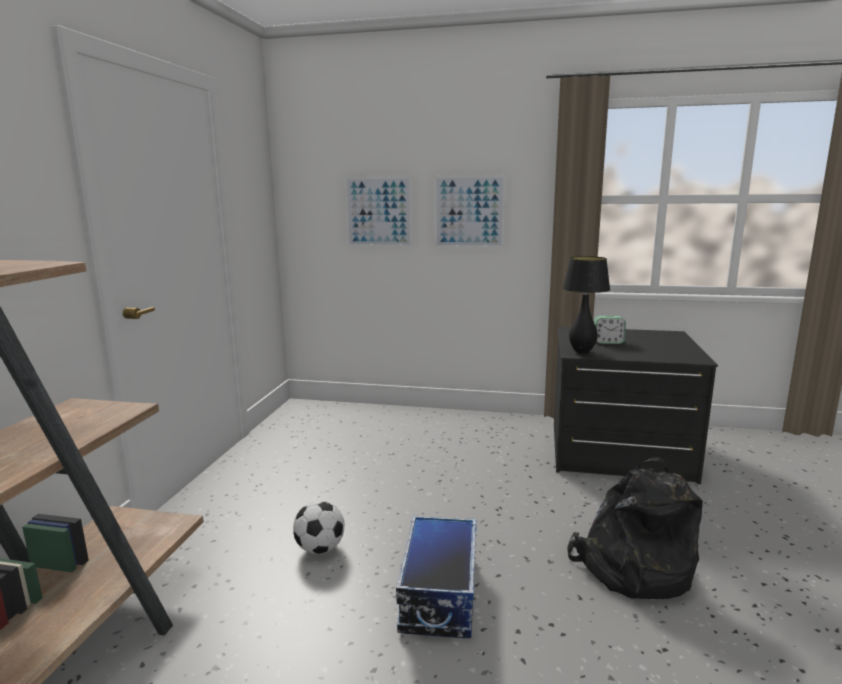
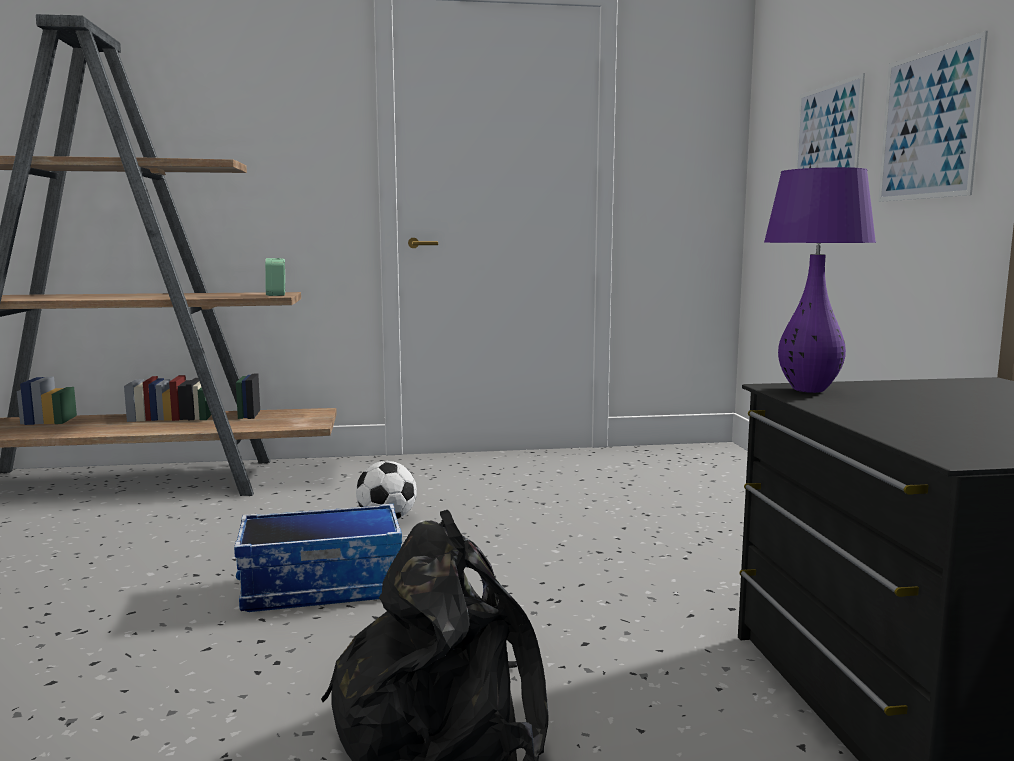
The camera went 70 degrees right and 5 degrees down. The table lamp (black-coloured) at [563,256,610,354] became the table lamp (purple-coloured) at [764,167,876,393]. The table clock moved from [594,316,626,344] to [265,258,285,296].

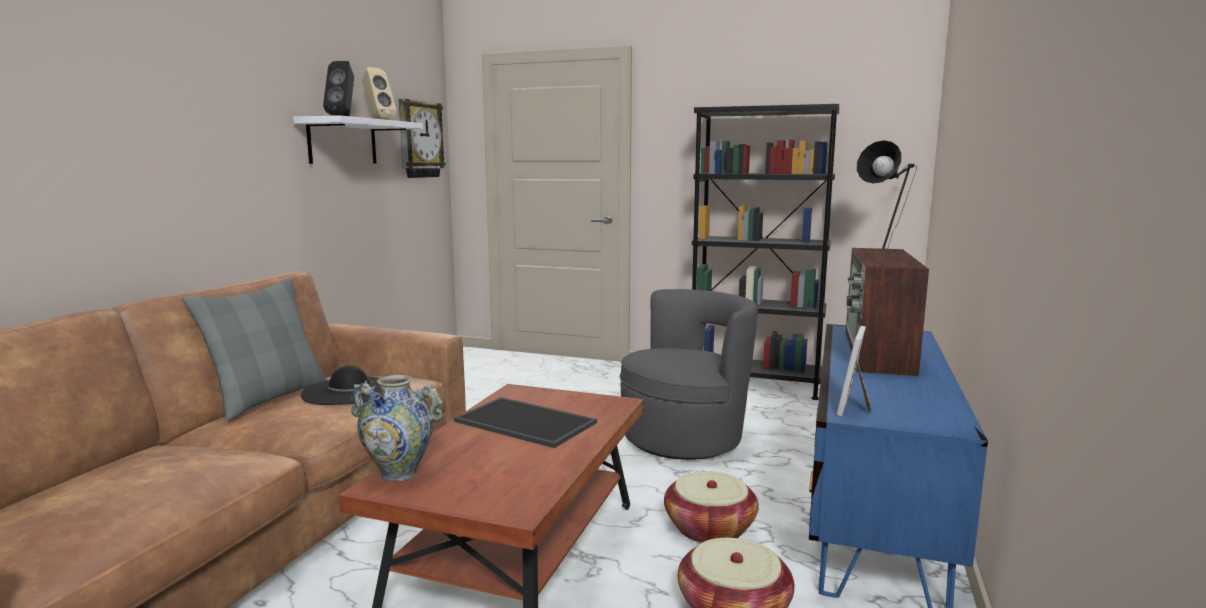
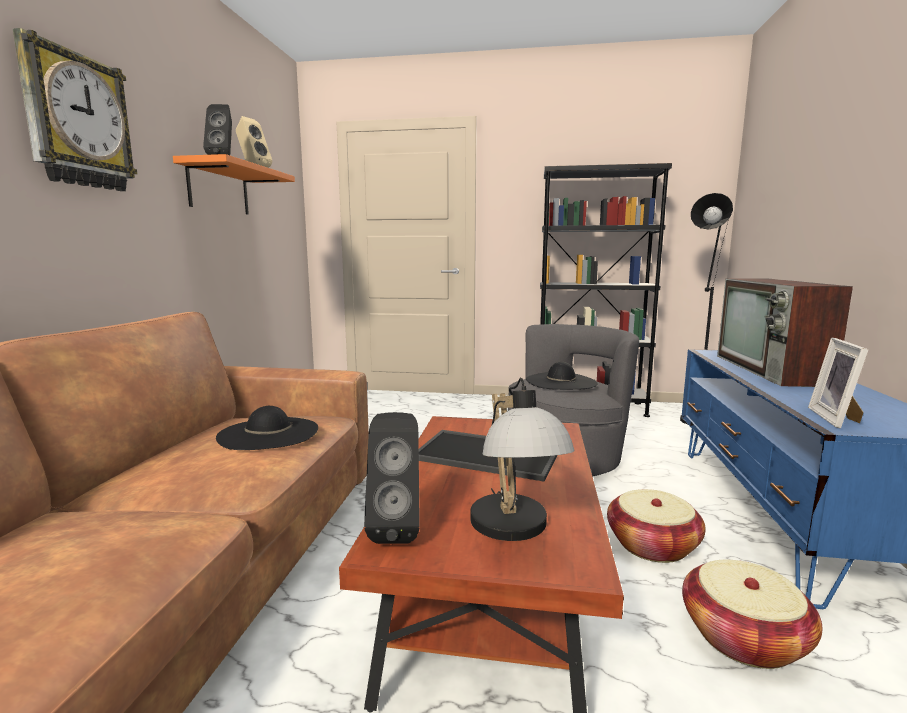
The camera went 10 degrees left and 0 degrees up. The pillow (grey) at [182,278,327,421] disappeared. The wall shelf (whitish) at [293,115,423,164] became the wall shelf (orangey) at [173,154,295,214]. The flower vase at [351,375,443,481] was replaced by the audio speaker (black-coloured) at [364,412,420,544]. The wall clock moved from [398,99,446,178] to [13,28,137,191]. The table lamp at [470,378,575,541] appeared. The wearable hat (black-coloured) at [526,362,598,390] appeared.

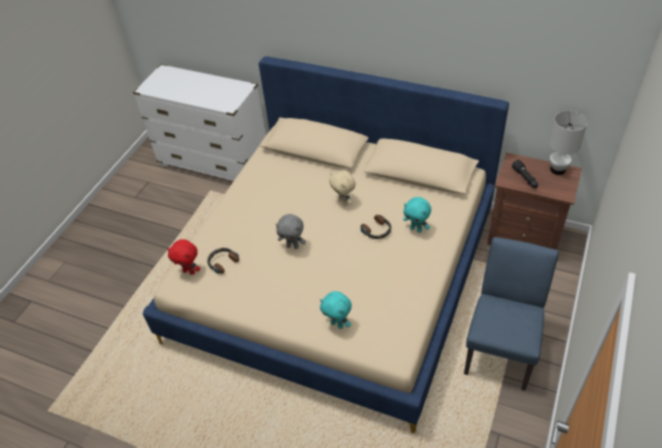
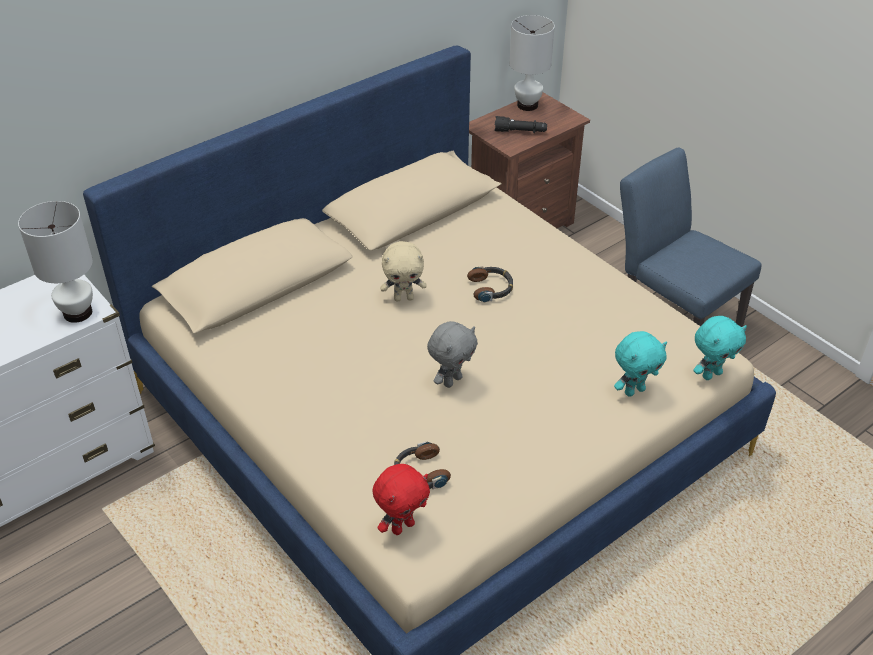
The camera went 65 degrees left and 5 degrees down. The plush toy (turquoise-coloured) moved from [403,197,431,233] to [693,316,747,380]. The table lamp (whitish) at [18,201,93,323] appeared.

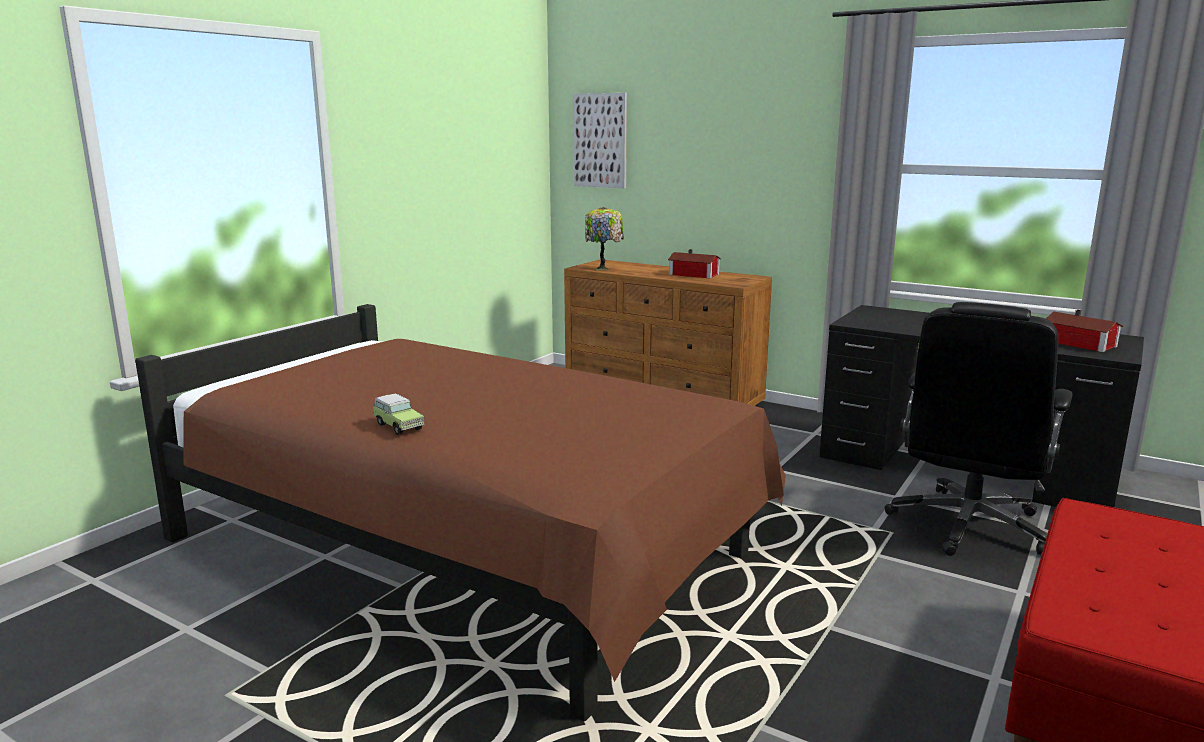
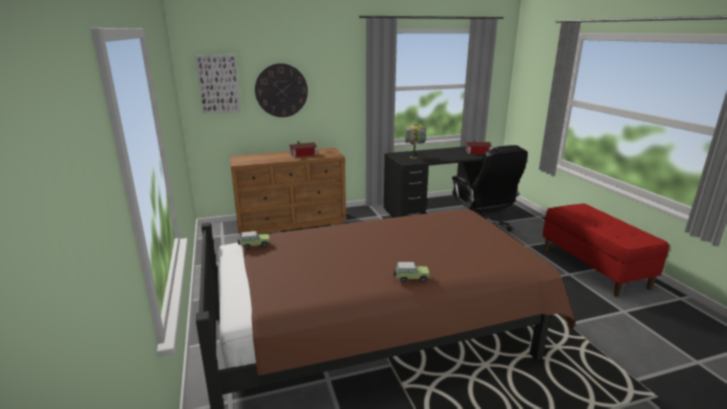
The camera went 50 degrees left and 5 degrees up. The table lamp moved from [585,207,624,271] to [405,124,426,159]. The model car at [238,231,270,249] appeared. The wall clock at [255,63,308,117] appeared.

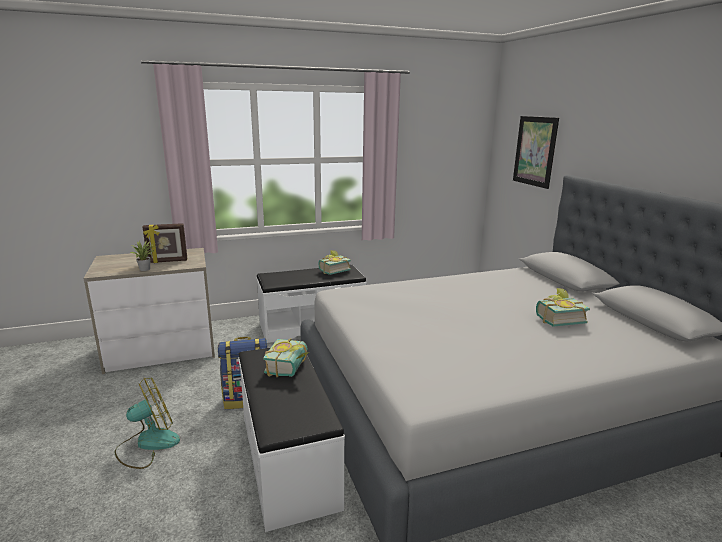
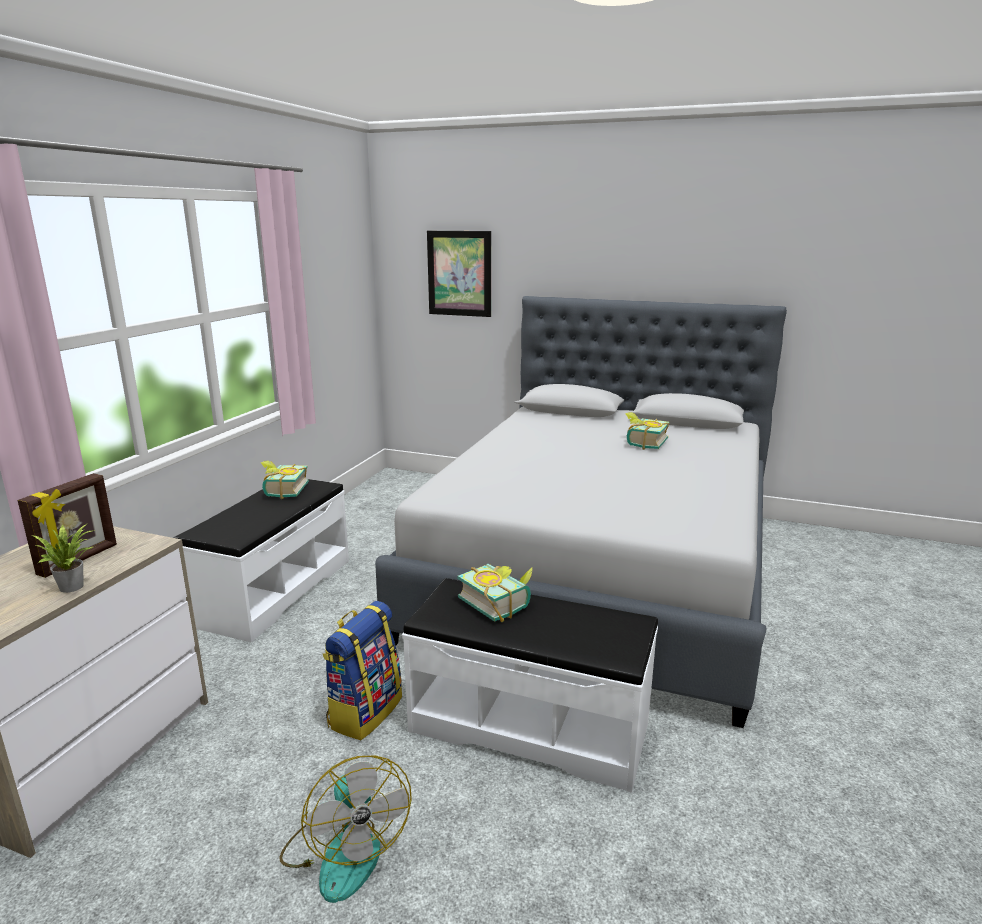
The camera went 50 degrees left and 0 degrees up. The fan at [114,377,180,469] turned 150 degrees clockwise.

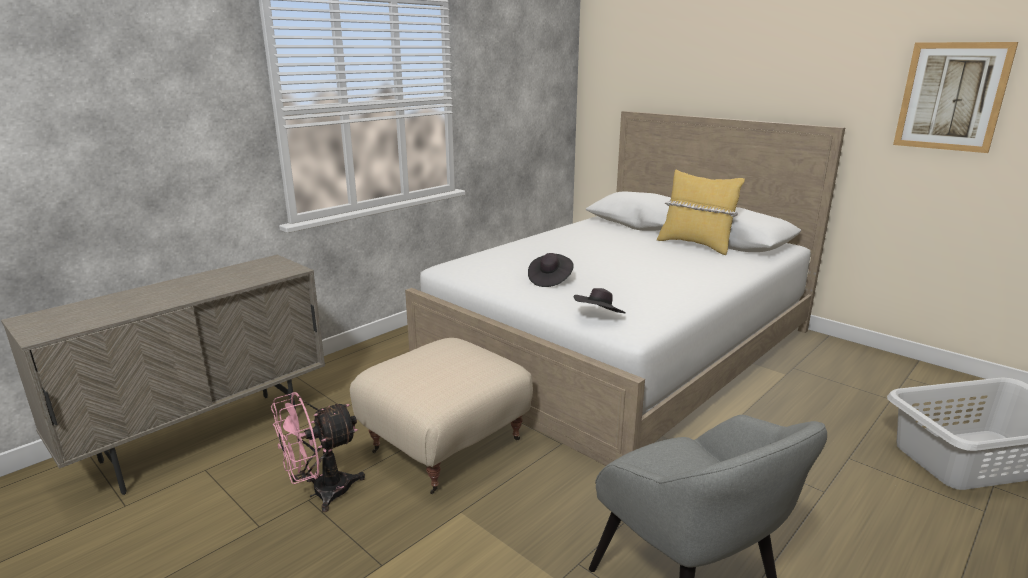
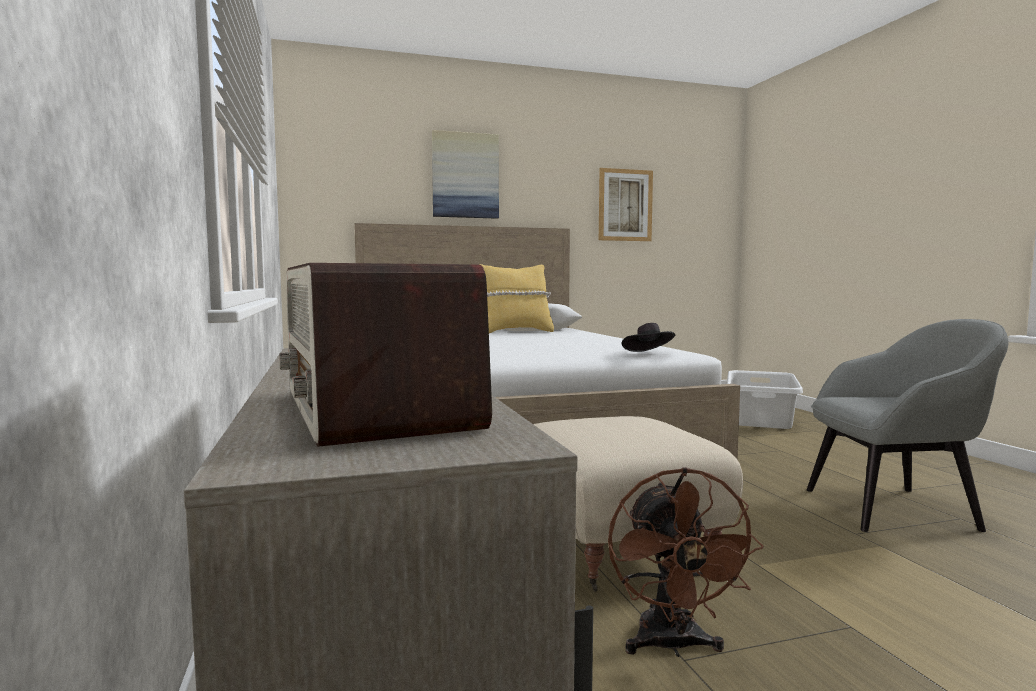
The camera went 60 degrees left and 15 degrees down. The fan (pinkish) at [271,392,365,512] became the fan (brownish) at [608,467,764,657]. The wearable hat (black-coloured) at [528,253,574,287] disappeared. The radio at [279,263,492,447] appeared. The picture at [432,130,499,219] appeared.

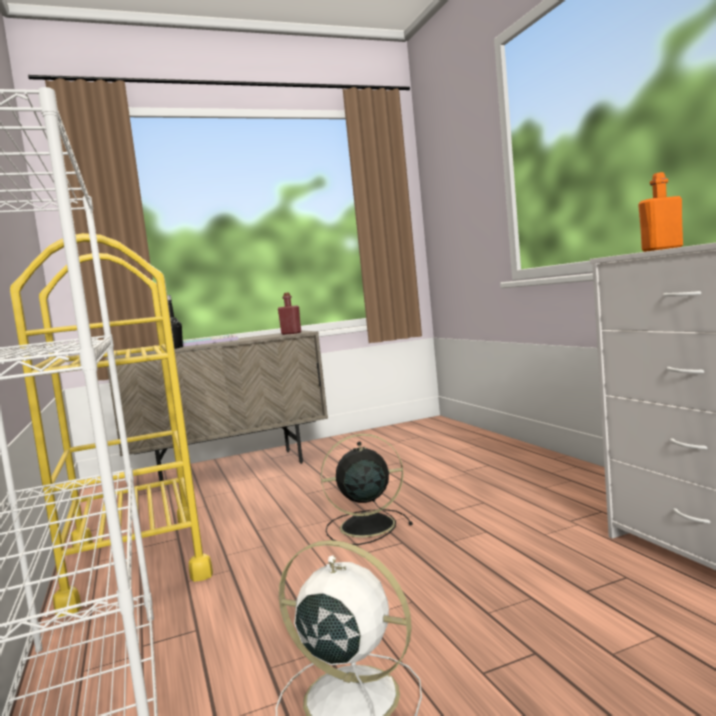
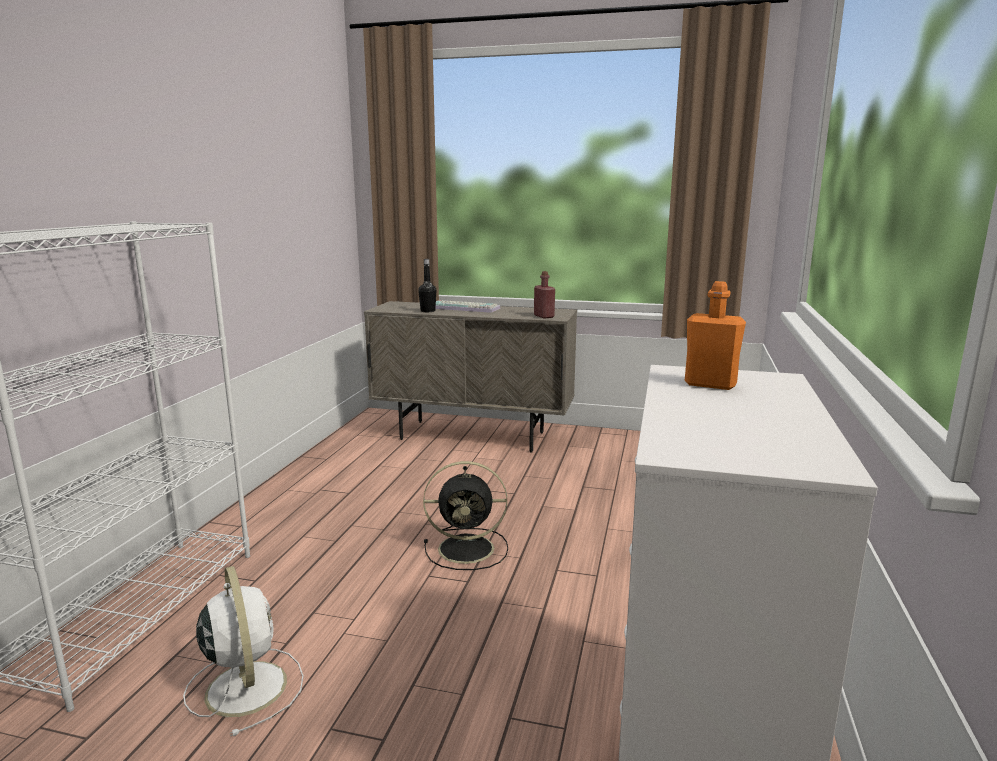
The camera went 35 degrees right and 10 degrees up. The wheeled cart (yellowish) at [10,233,213,617] disappeared. The fan (black-coloured) at [321,434,413,545] turned 150 degrees clockwise.

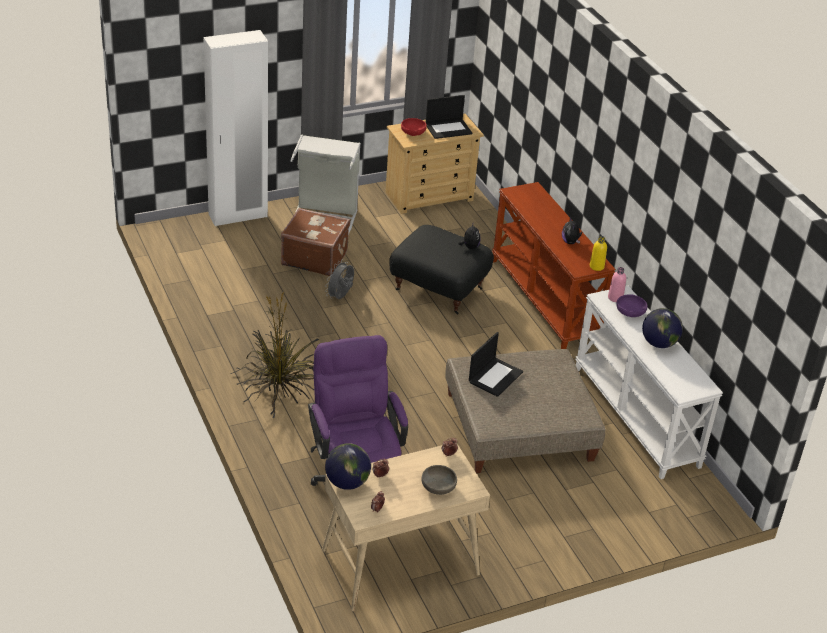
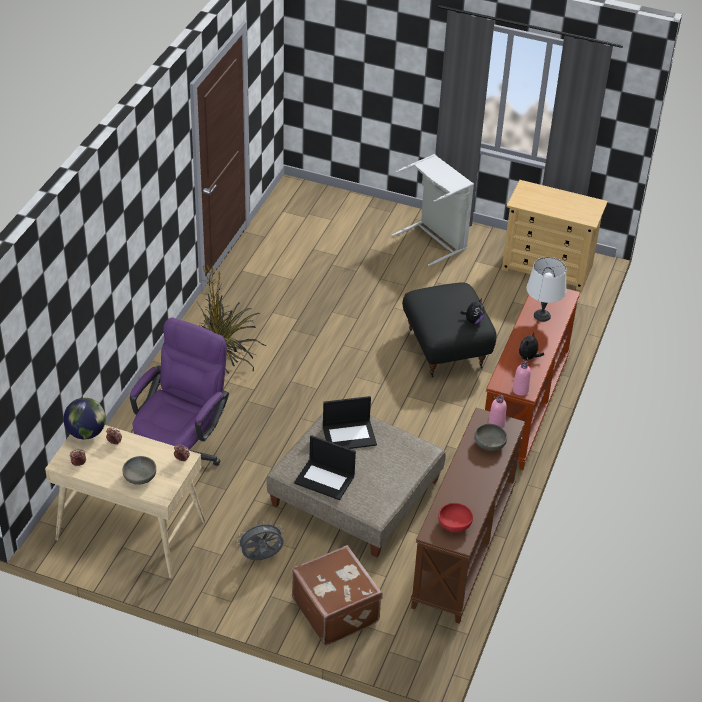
The camera went 45 degrees right and 5 degrees up. The wardrobe (whitish) at [203,30,268,226] disappeared. The travel case (brownish) moved from [281,208,350,276] to [292,545,383,646]. The fan (grey) moved from [325,260,354,299] to [237,521,284,560]. The serving bowl (reddish) moved from [401,118,427,136] to [438,503,473,532]. The notebook computer moved from [426,95,472,139] to [294,435,356,500]. The narrow table (whitish) at [575,286,723,479] became the narrow table (brownish) at [410,408,525,624]. The bottle (yellowish) at [590,236,607,271] became the bottle (pinkish) at [513,361,531,396]. The serving bowl (purple-coloured) at [617,294,647,317] became the serving bowl (grey) at [475,424,507,451]. The world globe at [642,308,683,348] disappeared. The table lamp (whitish) at [526,257,566,322] appeared.

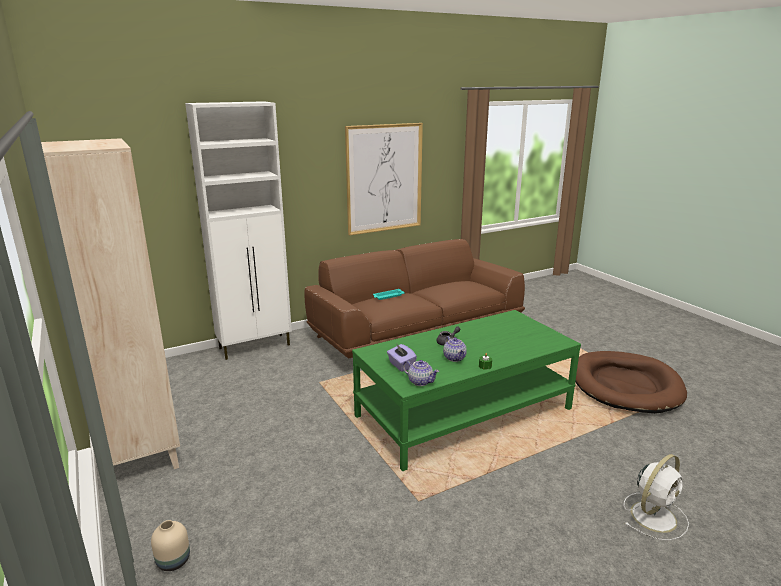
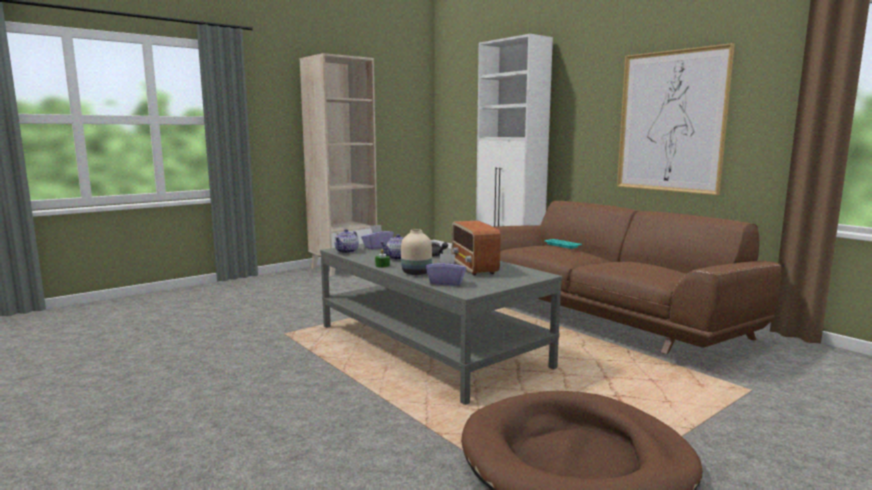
The camera went 80 degrees right and 10 degrees down. The flower vase (beige) moved from [151,520,190,571] to [401,229,432,275]. The coffee table (green) at [352,310,581,471] became the coffee table (grey) at [320,244,562,405]. The fan (whitish) at [624,454,689,541] disappeared. The tissue box (purple-coloured) at [426,254,466,286] appeared. The radio at [452,221,501,275] appeared.

